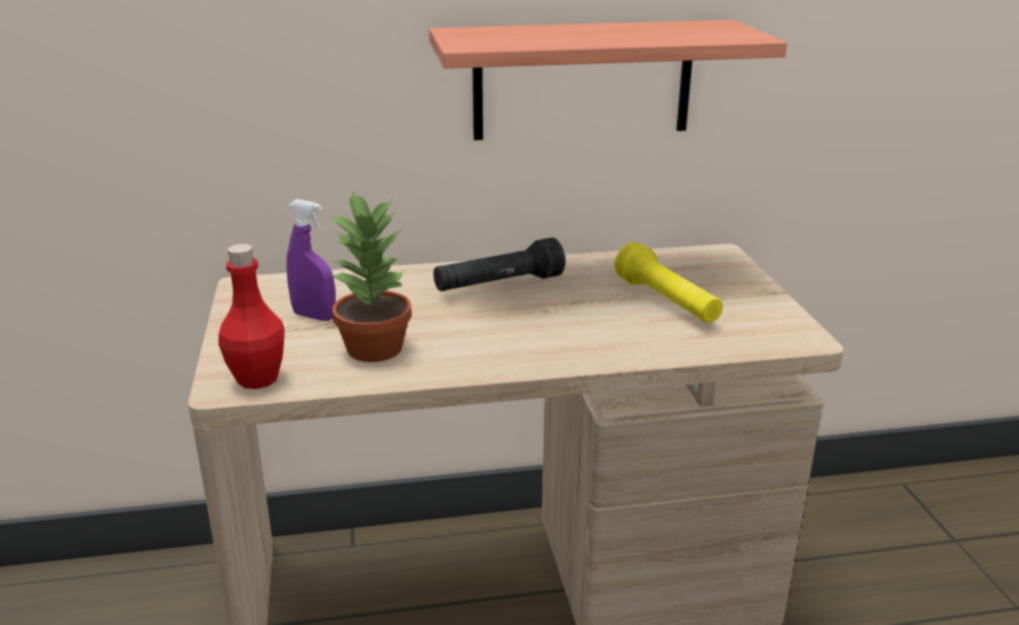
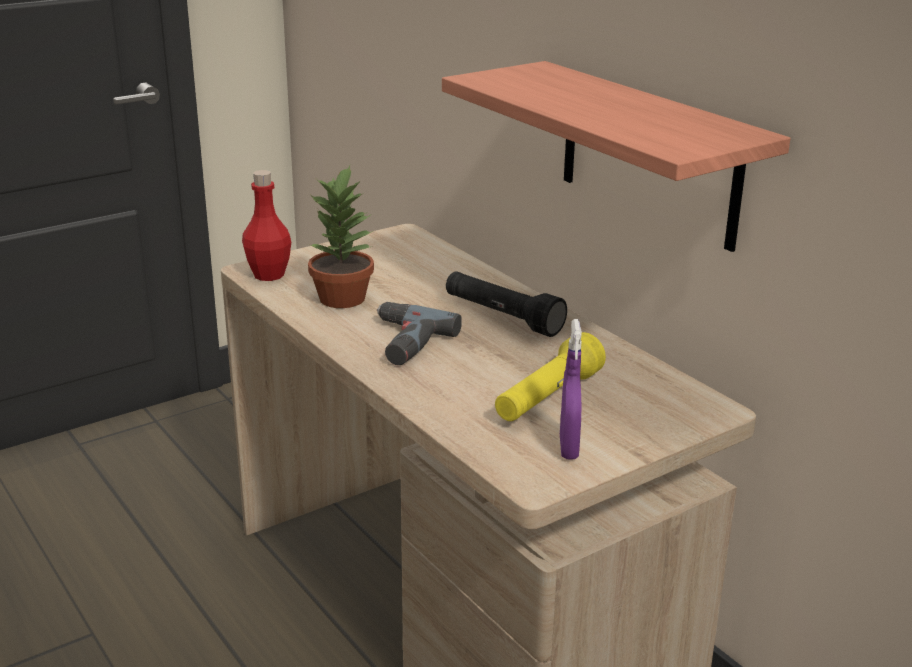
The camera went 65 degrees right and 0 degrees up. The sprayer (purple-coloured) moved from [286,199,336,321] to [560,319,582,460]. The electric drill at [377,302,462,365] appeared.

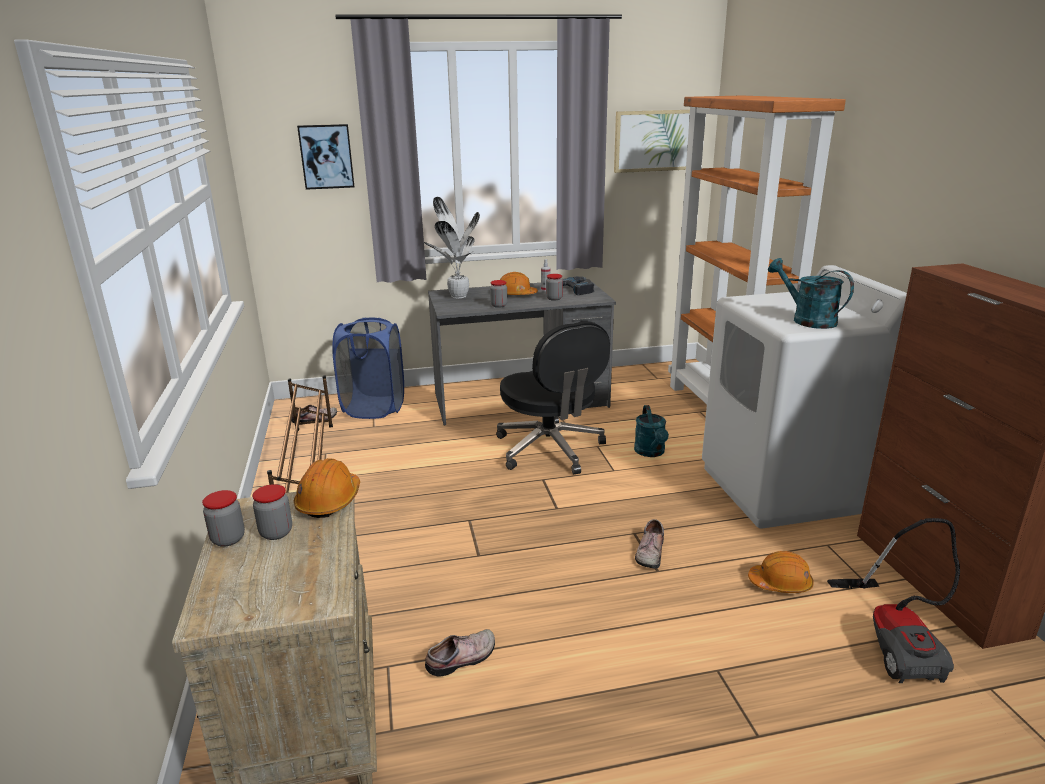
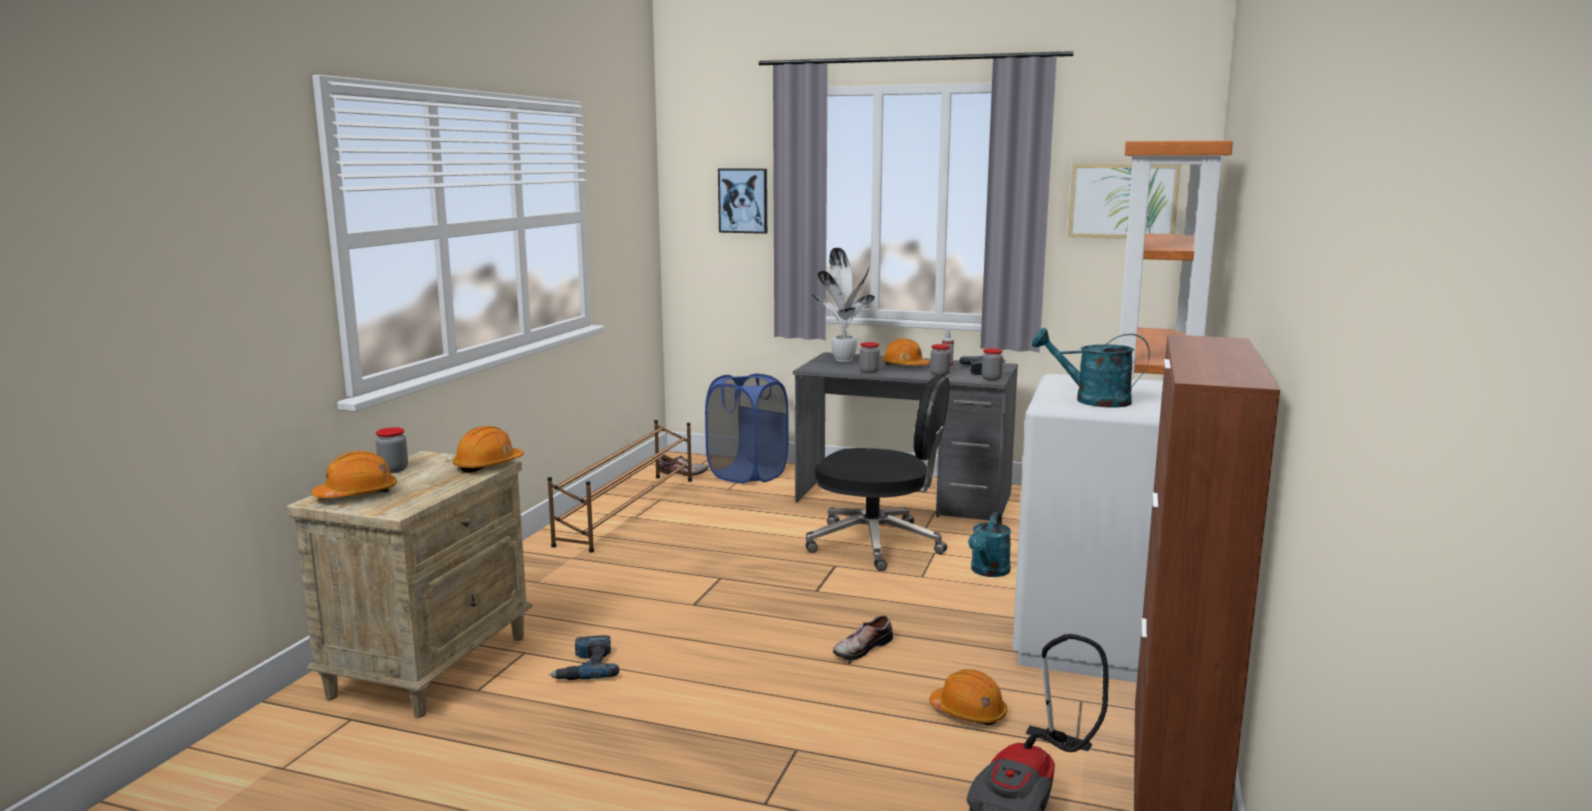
The camera went 30 degrees right and 10 degrees down. The storage jar moved from [252,484,292,540] to [982,348,1003,380]. The item of footwear at [425,629,495,677] was replaced by the electric drill at [549,635,619,680]. The desk chair (black-coloured) at [496,321,610,474] turned 75 degrees counterclockwise. The watering can (turquoise-coloured) at [768,258,854,329] turned 60 degrees counterclockwise. The work helmet (orangey) at [311,451,397,498] appeared.

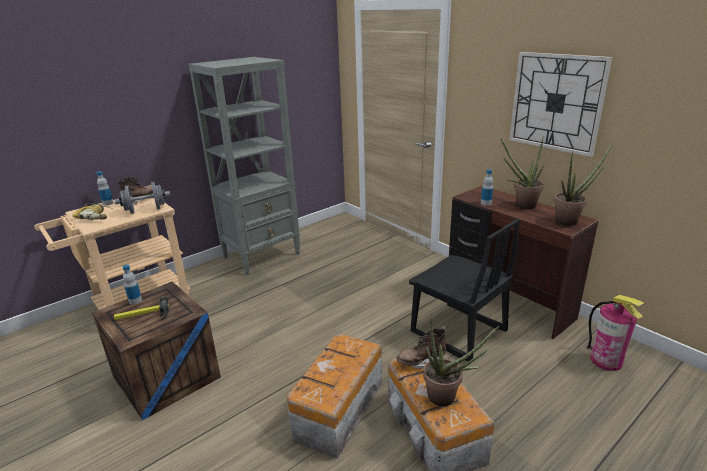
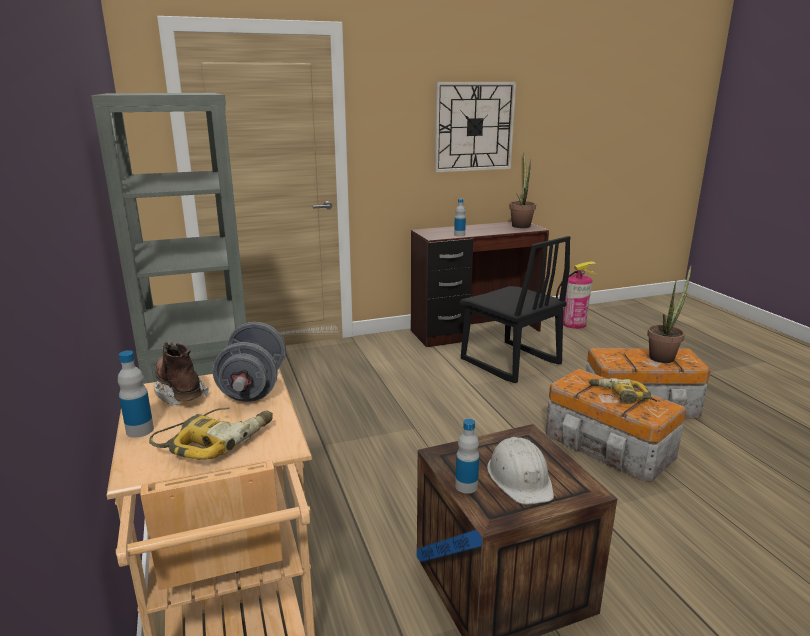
The camera went 70 degrees left and 5 degrees down. The tool hammer at [114,296,169,321] was replaced by the work helmet (whitish) at [487,437,554,505]. The boot (brownish) at [397,326,446,369] disappeared. The plain chair (black-coloured) at [409,218,520,361] turned 75 degrees clockwise. The plant in a pot at [501,136,545,209] disappeared. The electric drill at [589,378,657,404] appeared.

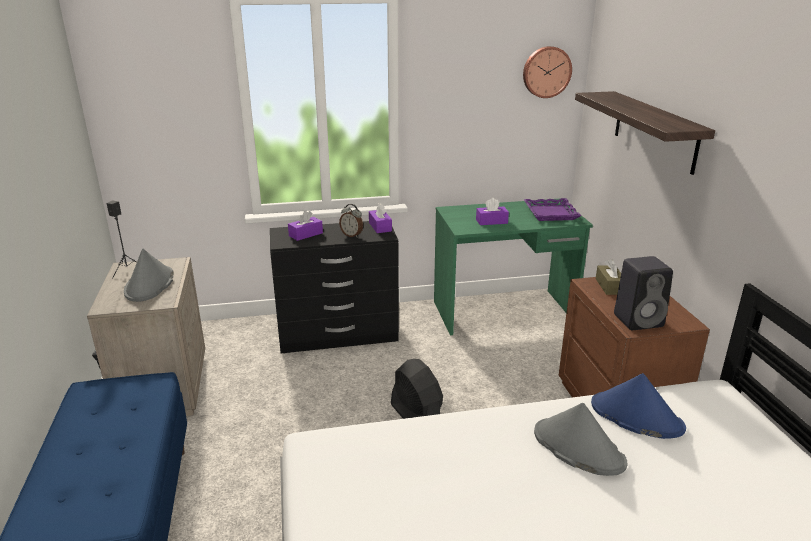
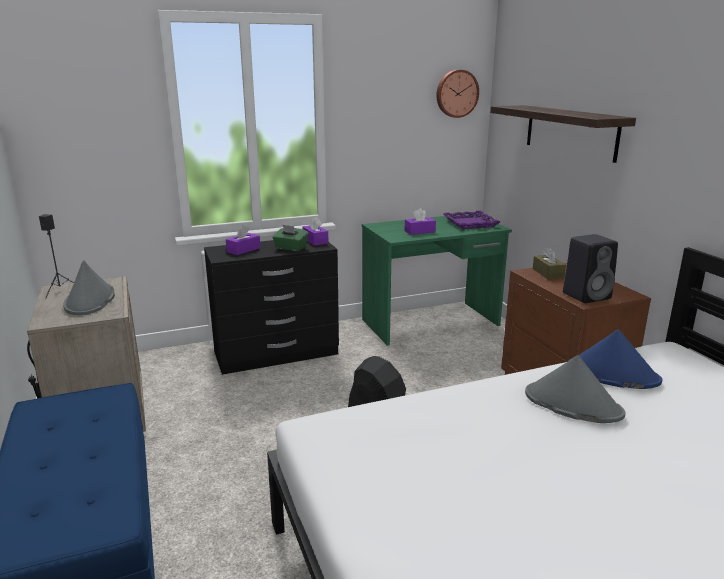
The camera went 10 degrees left and 5 degrees down. The table clock at [339,204,363,238] was replaced by the tissue box (green) at [272,225,308,251].

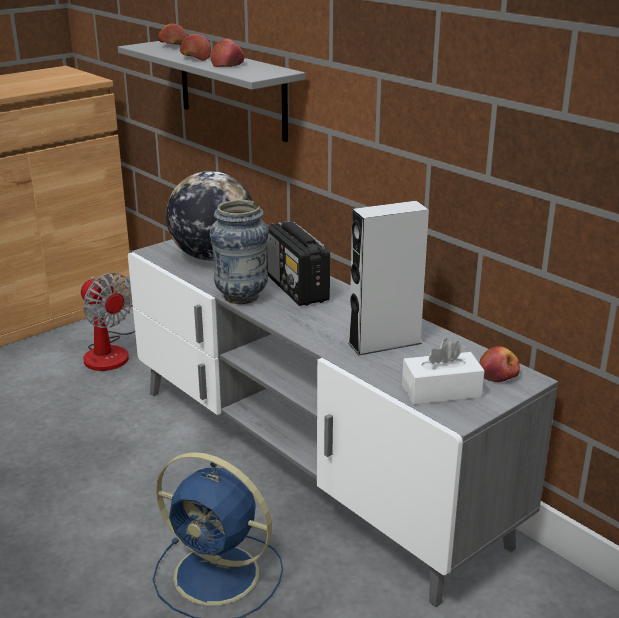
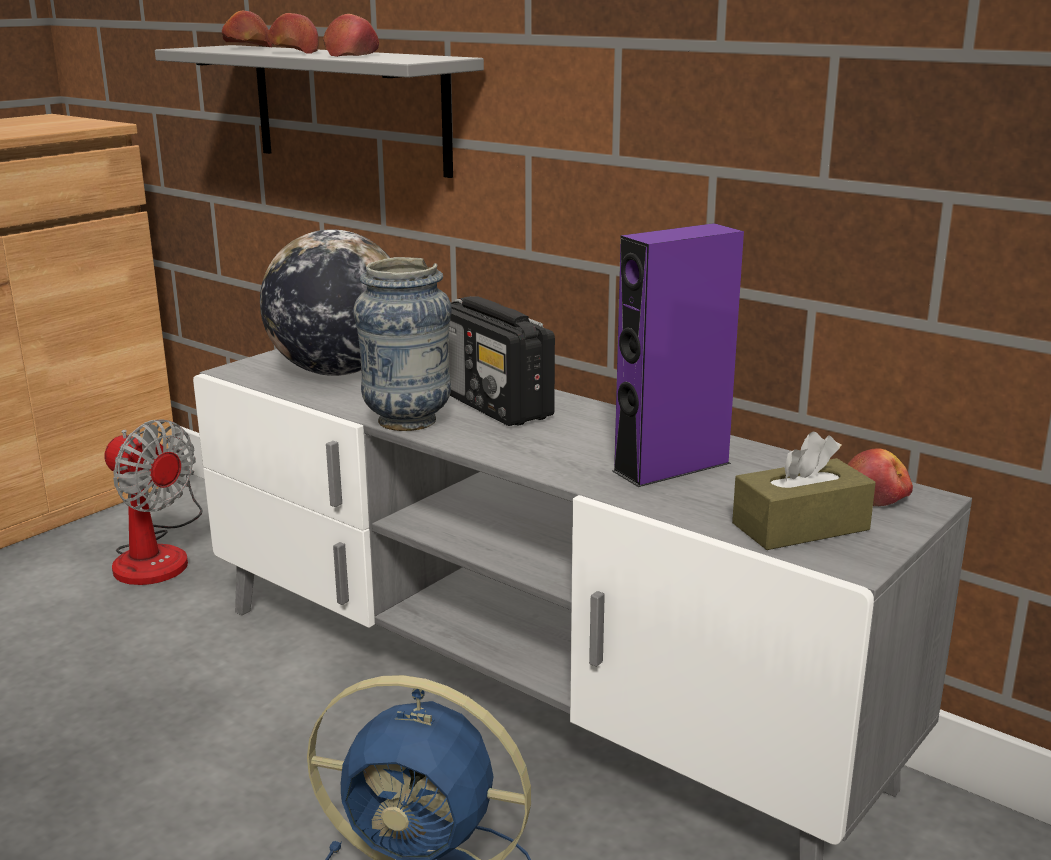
The camera went 10 degrees left and 5 degrees down. The audio speaker (grey) at [348,201,429,356] became the audio speaker (purple-coloured) at [612,223,744,487]. The tissue box (whitish) at [402,338,485,405] became the tissue box (brownish) at [732,431,876,550].

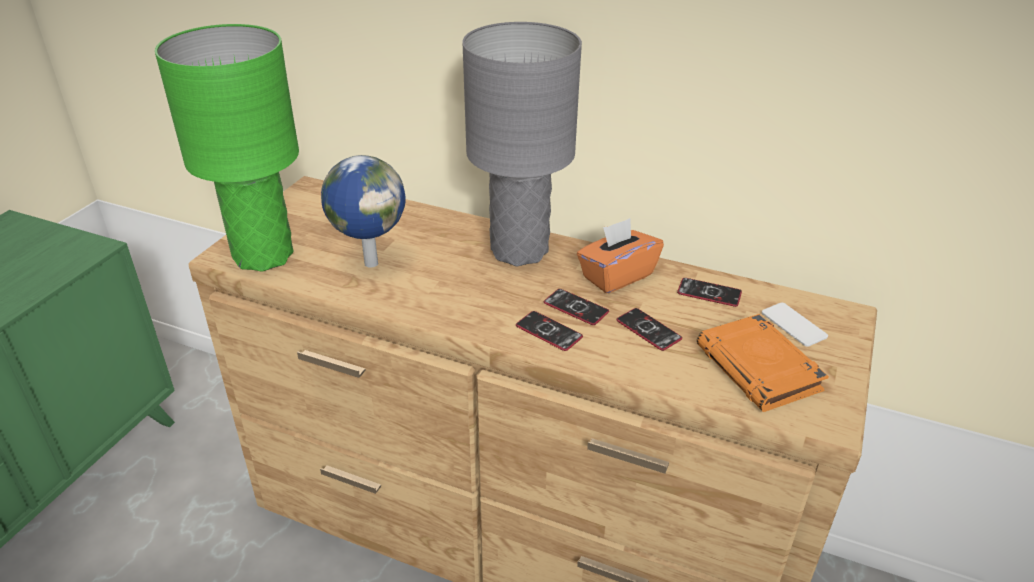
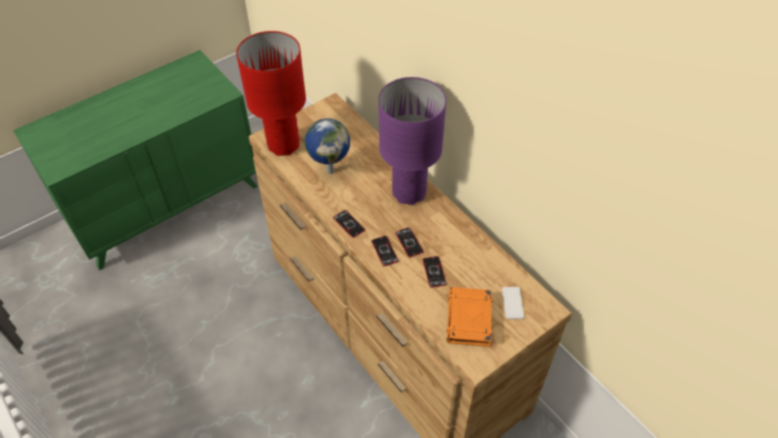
The camera went 30 degrees right and 15 degrees up. The table lamp (green) at [155,24,299,272] became the table lamp (reddish) at [236,31,306,156]. The table lamp (grey) at [462,22,582,267] became the table lamp (purple-coloured) at [378,77,446,205]. The tissue box (orangey) at [577,218,664,293] disappeared. The phone moved from [677,278,742,307] to [333,210,365,238].

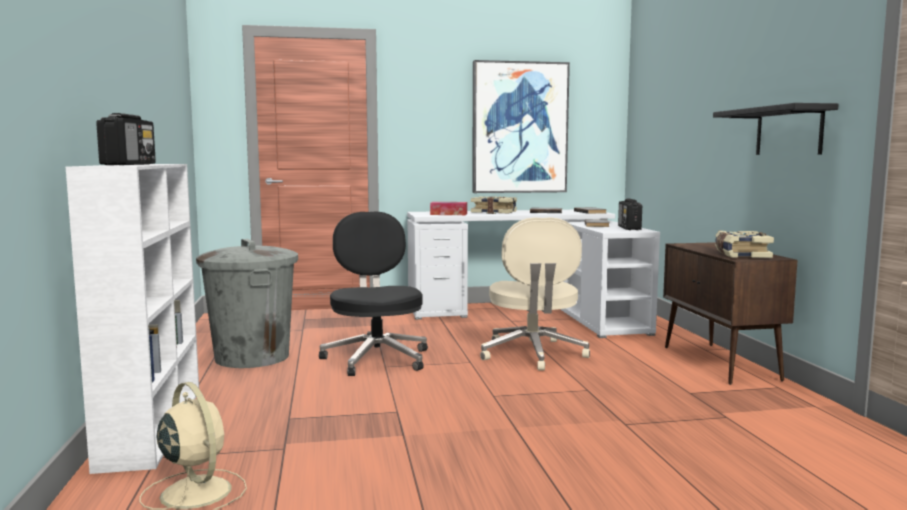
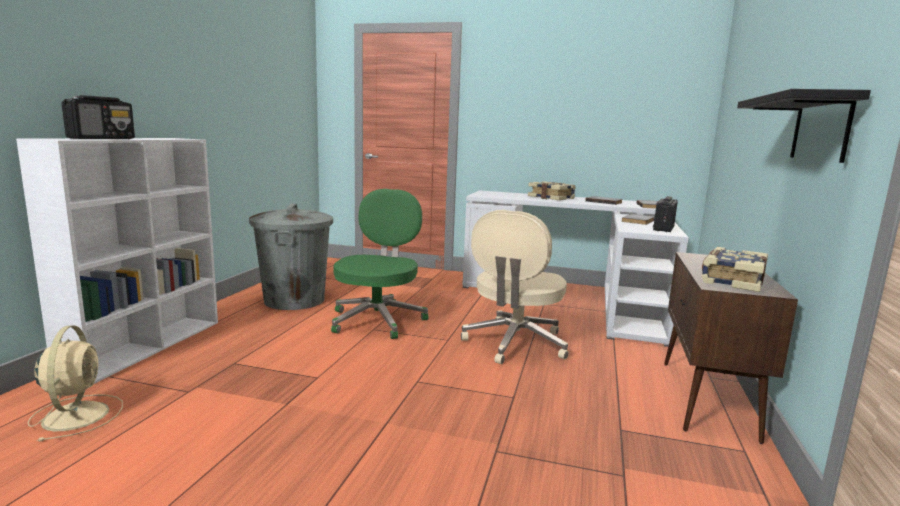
The camera went 25 degrees right and 5 degrees up. The desk chair (black-coloured) at [319,211,428,376] became the desk chair (green) at [331,189,429,339]. The tissue box at [430,202,467,215] disappeared. The picture at [472,60,570,193] disappeared.

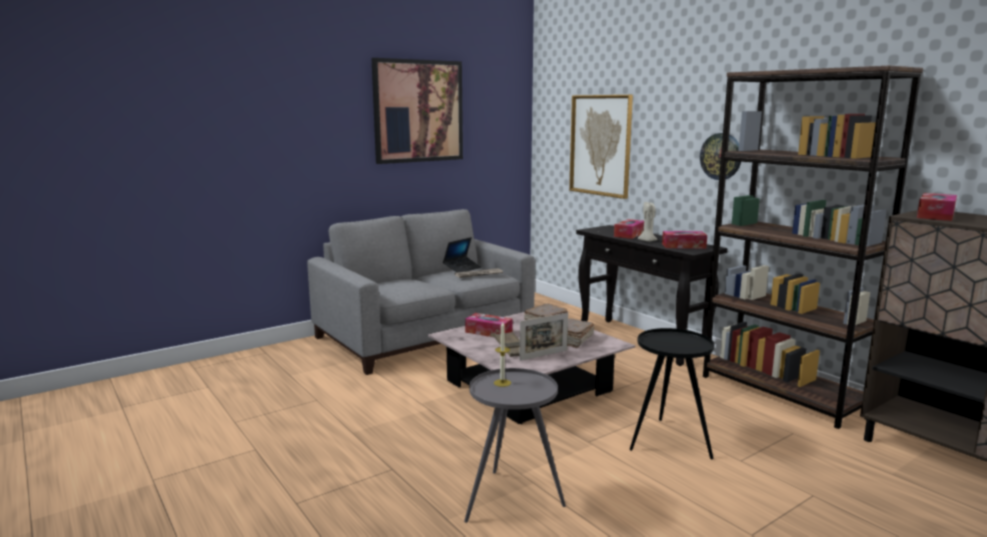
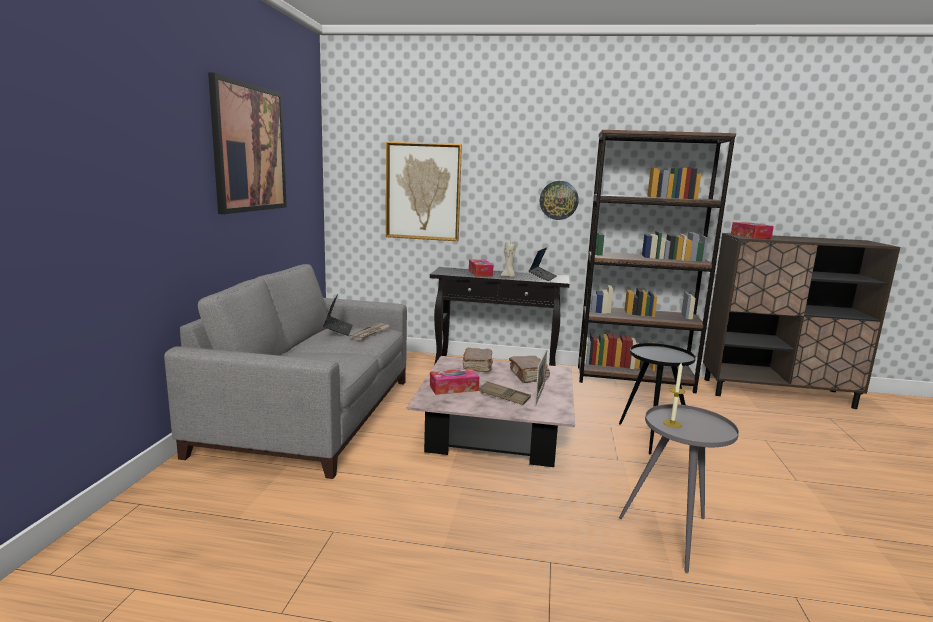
The camera went 45 degrees left and 0 degrees up. The tissue box at [662,231,707,249] was replaced by the notebook computer at [529,247,557,281].

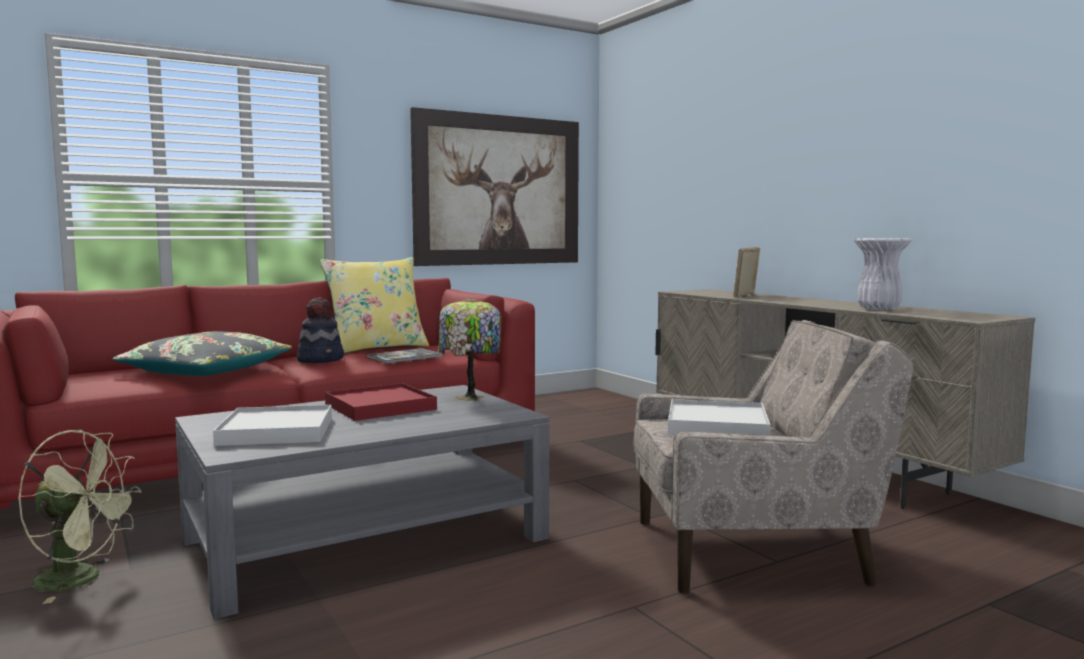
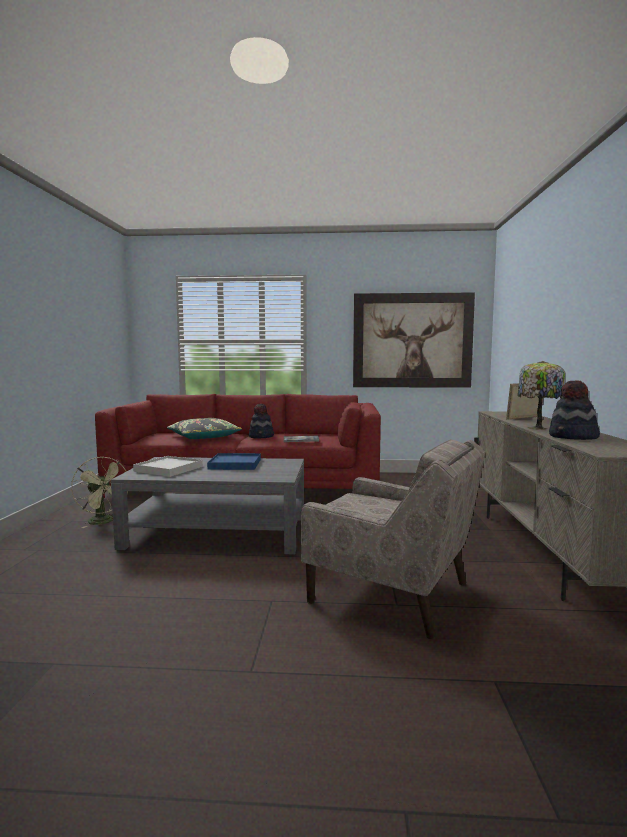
The camera went 35 degrees right and 0 degrees up. The pillow (yellowish) at [320,257,429,353] disappeared. The carrying tray (reddish) at [325,383,437,421] became the carrying tray (bluish) at [207,453,261,470]. The table lamp moved from [439,298,501,401] to [518,361,565,430]. The carrying tray (whitish) at [668,399,770,436] disappeared. The flower vase (whitish) at [854,238,912,310] was replaced by the wearable hat at [549,380,600,440].

